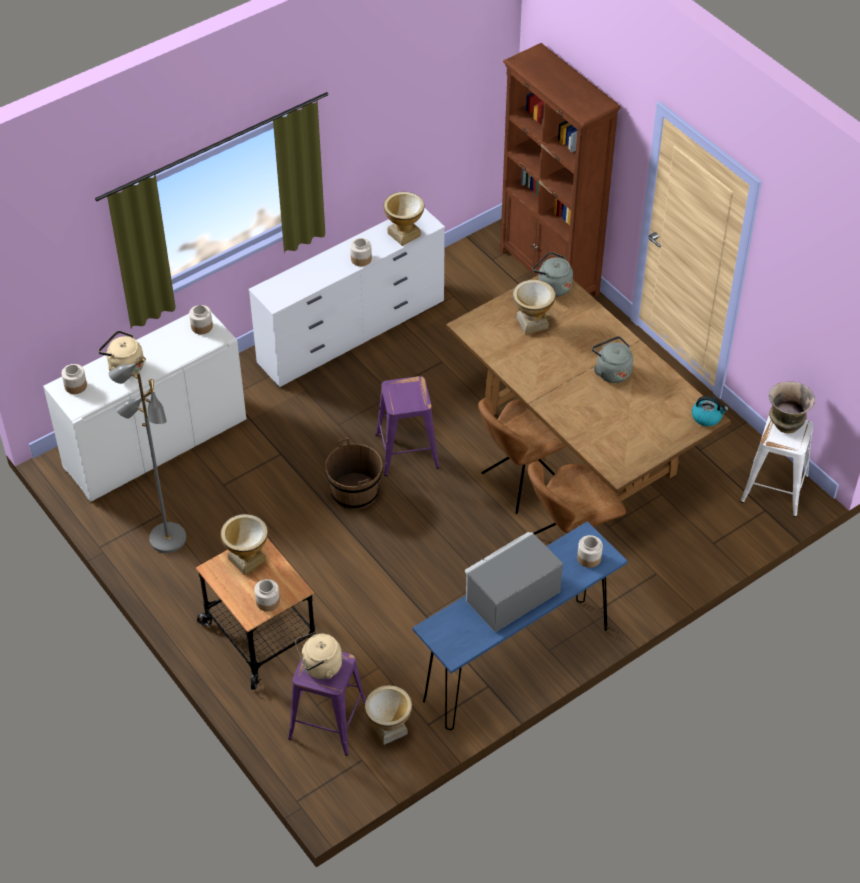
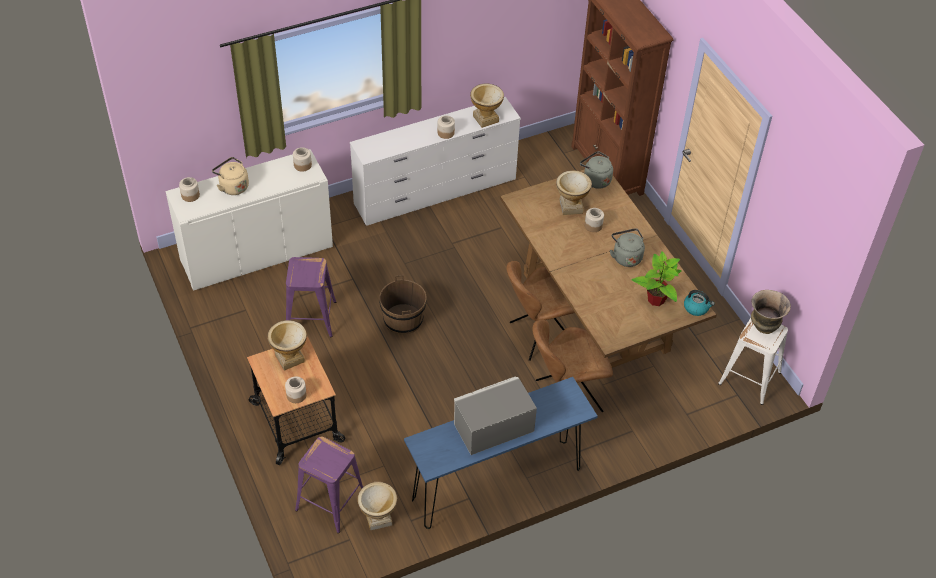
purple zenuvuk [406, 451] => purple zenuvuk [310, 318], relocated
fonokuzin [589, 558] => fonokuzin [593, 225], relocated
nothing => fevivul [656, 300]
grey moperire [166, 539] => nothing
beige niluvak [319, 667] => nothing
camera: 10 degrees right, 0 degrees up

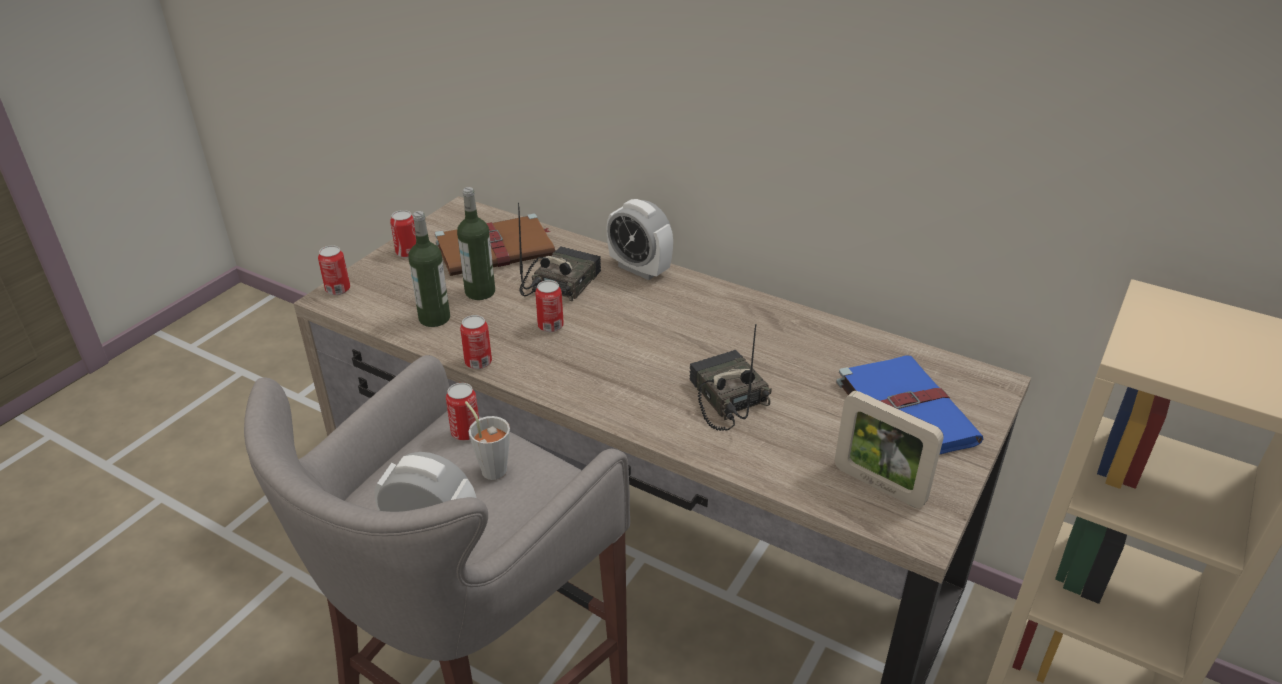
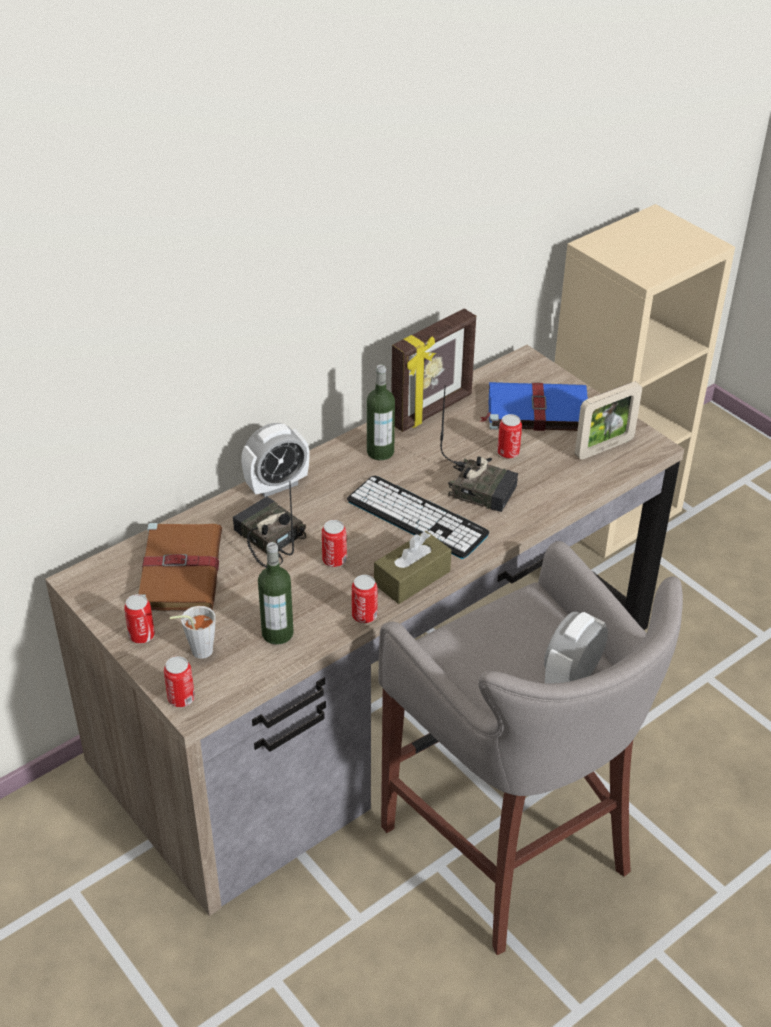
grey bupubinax [491, 467] => grey bupubinax [197, 651], relocated
nothing => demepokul [417, 517]
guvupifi [480, 292] => guvupifi [380, 452], relocated
nothing => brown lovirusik [412, 578]
nothing => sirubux [433, 411]
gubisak [725, 397] => gubisak [481, 488], 150 degrees counterclockwise
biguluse [466, 432] => biguluse [508, 452], relocated
camera: 70 degrees left, 5 degrees up

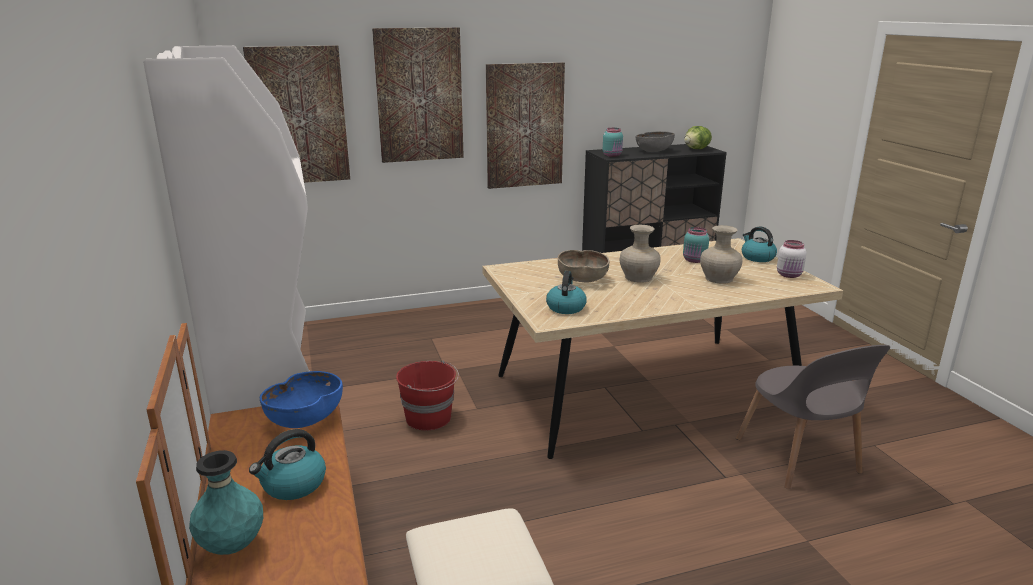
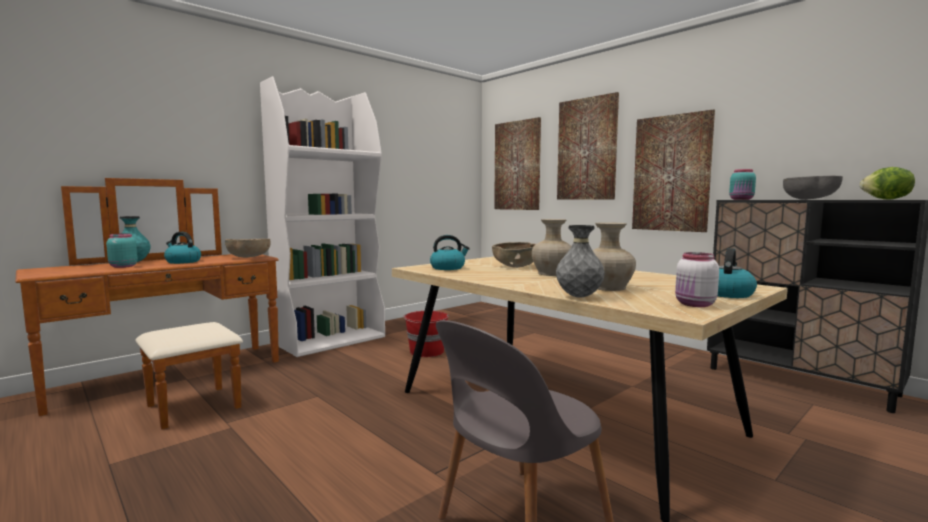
turquoise fonokuzin [694, 260] => turquoise fonokuzin [122, 266], relocated
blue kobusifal [305, 419] => brown kobusifal [248, 257]
nothing => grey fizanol [579, 297]
camera: 65 degrees right, 15 degrees down

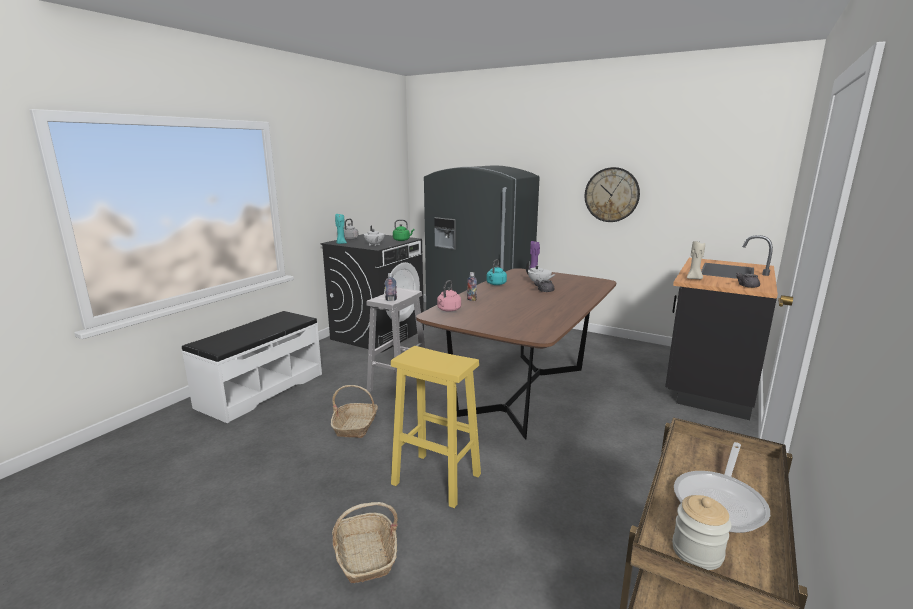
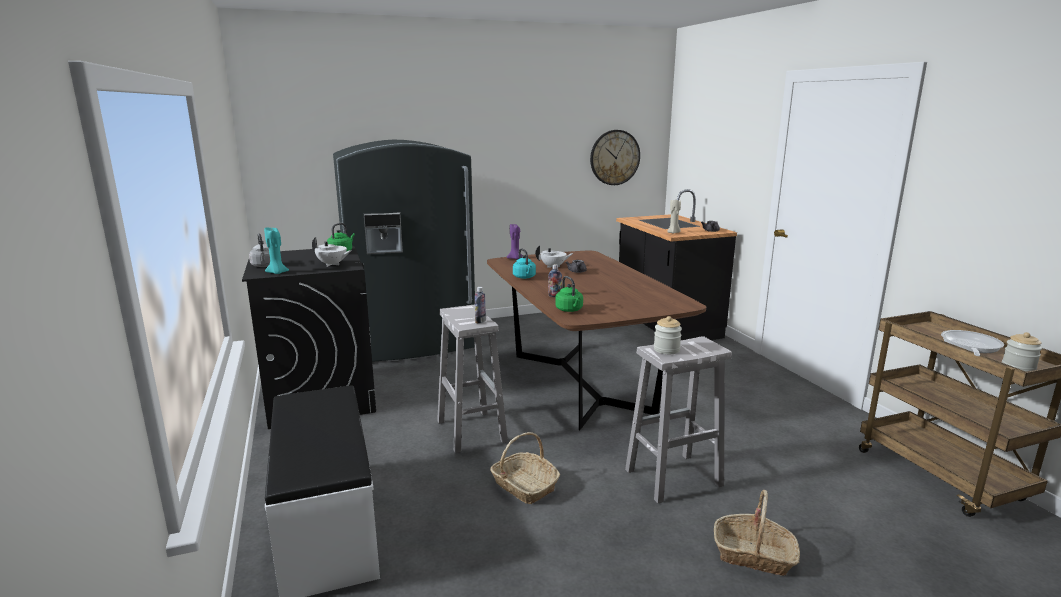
pink niluvak [448, 310] => green niluvak [569, 310]
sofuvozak [611, 194] => sofuvozak [614, 157], relocated
yellow zenuvuk [435, 479] => white zenuvuk [672, 478]
nothing => fonokuzin [666, 349]
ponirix [721, 501] => ponirix [970, 347], 135 degrees counterclockwise
camera: 50 degrees left, 0 degrees up

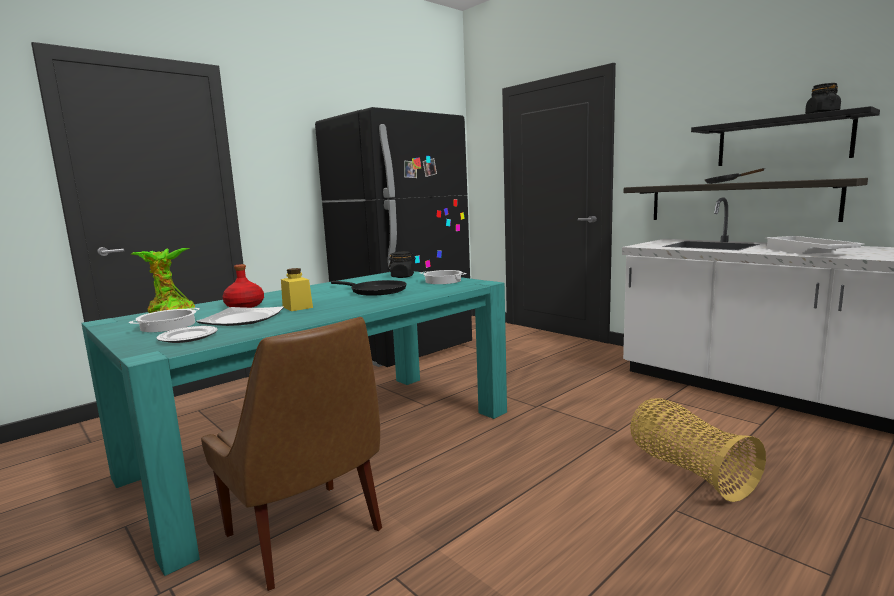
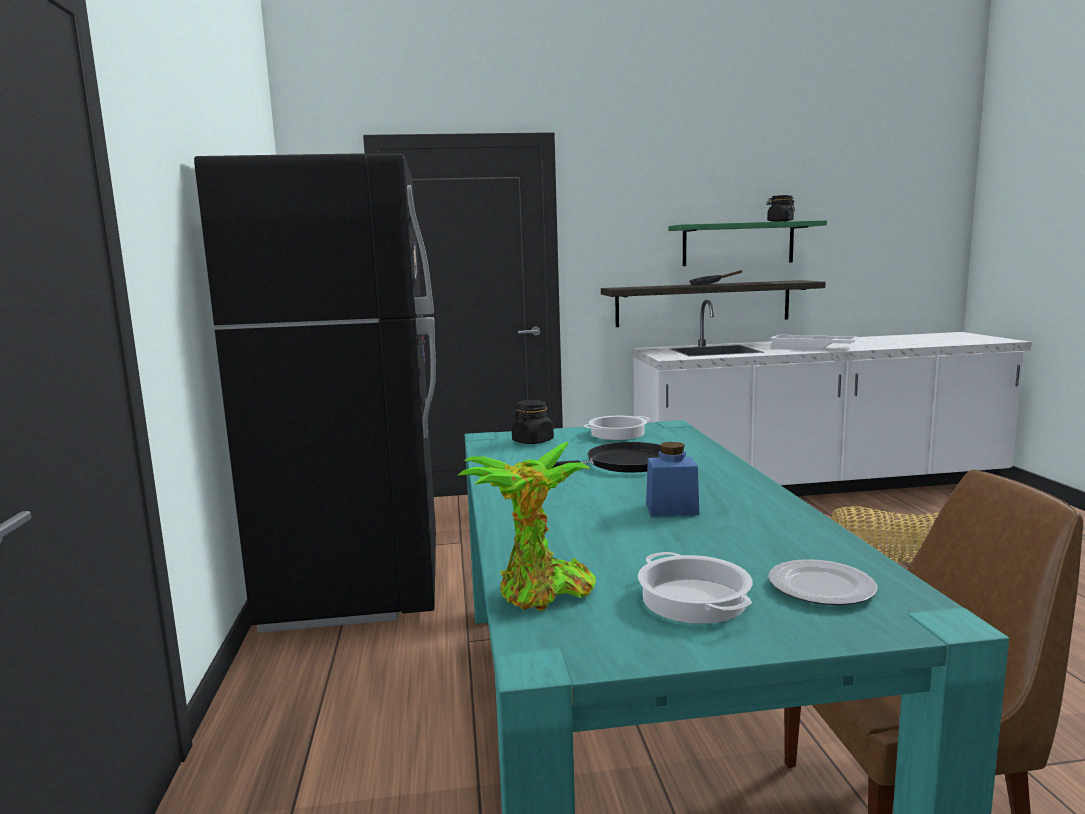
yellow fonokuzin [297, 307] => blue fonokuzin [672, 509]
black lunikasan [782, 141] => green lunikasan [738, 244]
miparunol [242, 319] => nothing
red guvupifi [245, 306] => nothing
camera: 55 degrees left, 0 degrees up

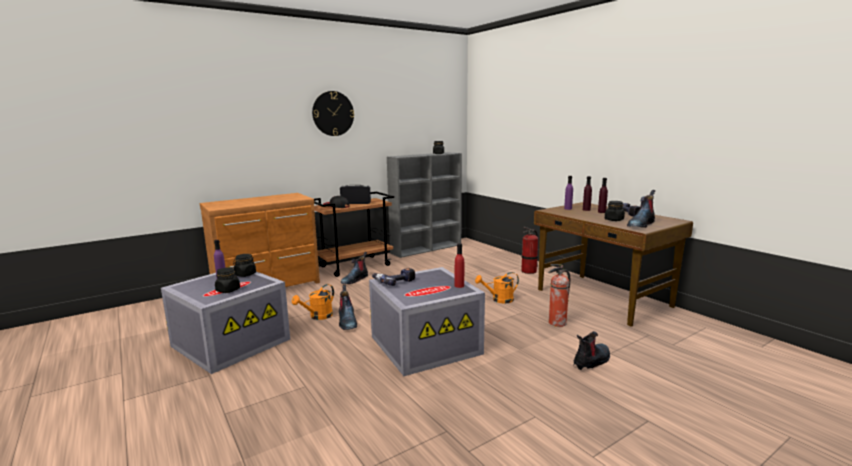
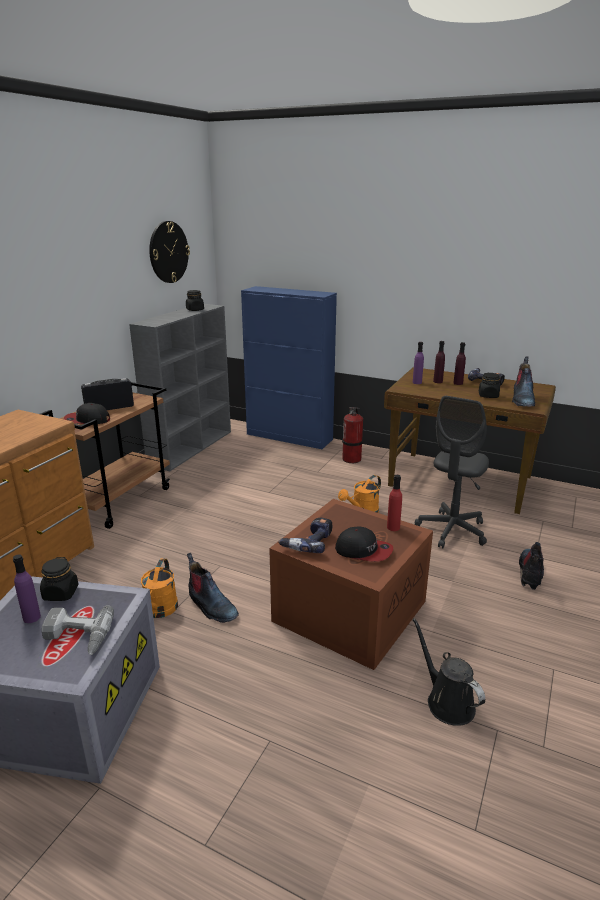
black fonokuzin [228, 290] => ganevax [76, 638]
sofuvozak [333, 113] => sofuvozak [168, 252], relocated
nothing => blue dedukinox [289, 437]
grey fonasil [426, 344] => brown fonasil [349, 609]
nothing => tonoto [364, 551]
nothing => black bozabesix [447, 702]
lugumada [556, 323] => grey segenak [451, 530]
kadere [354, 280] => nothing
camera: 30 degrees left, 10 degrees up

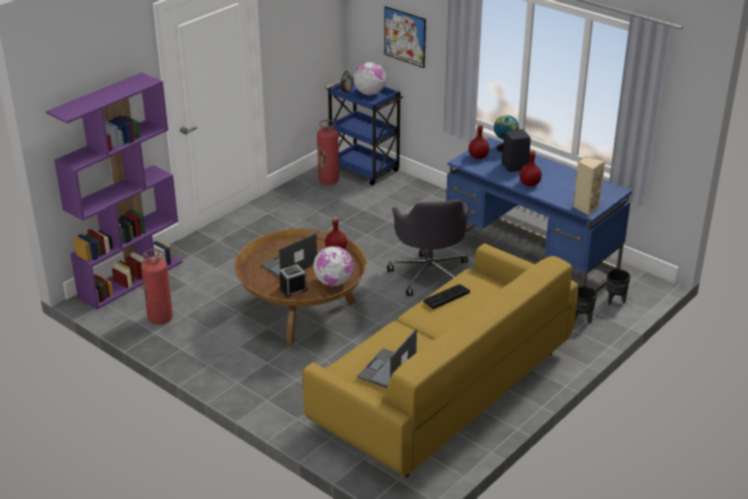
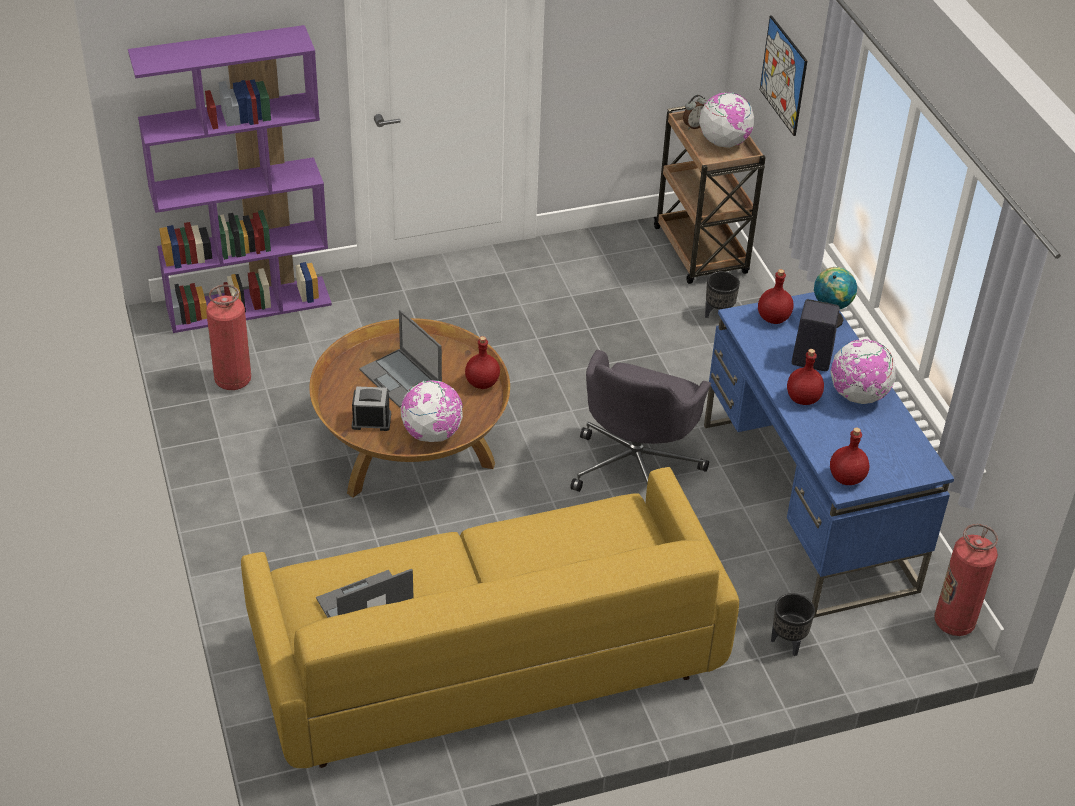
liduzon [289, 264] => liduzon [401, 378], 120 degrees counterclockwise
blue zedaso [364, 169] => brown zedaso [701, 252]
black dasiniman [615, 301] => black dasiniman [719, 316], relocated
nothing => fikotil [858, 395]
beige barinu [585, 207] => red guvupifi [846, 477]
lugumada [328, 181] => lugumada [954, 622], relocated
demepokul [446, 296] => nothing
camera: 30 degrees right, 10 degrees up

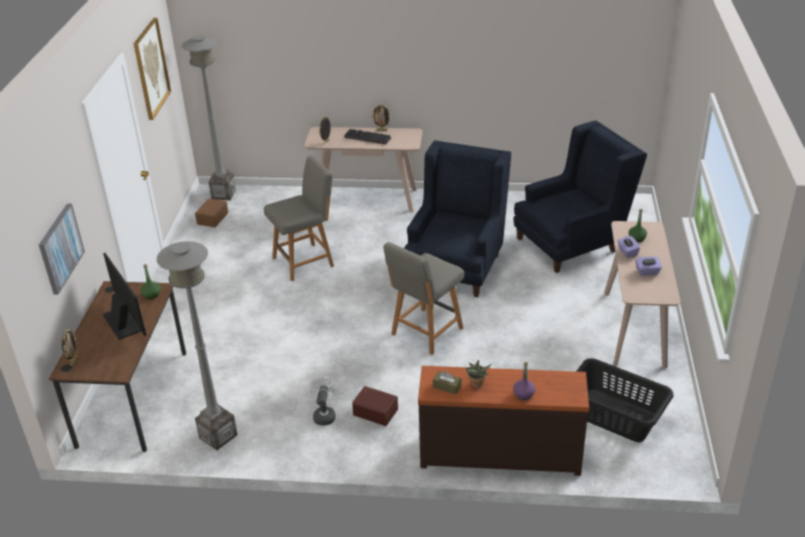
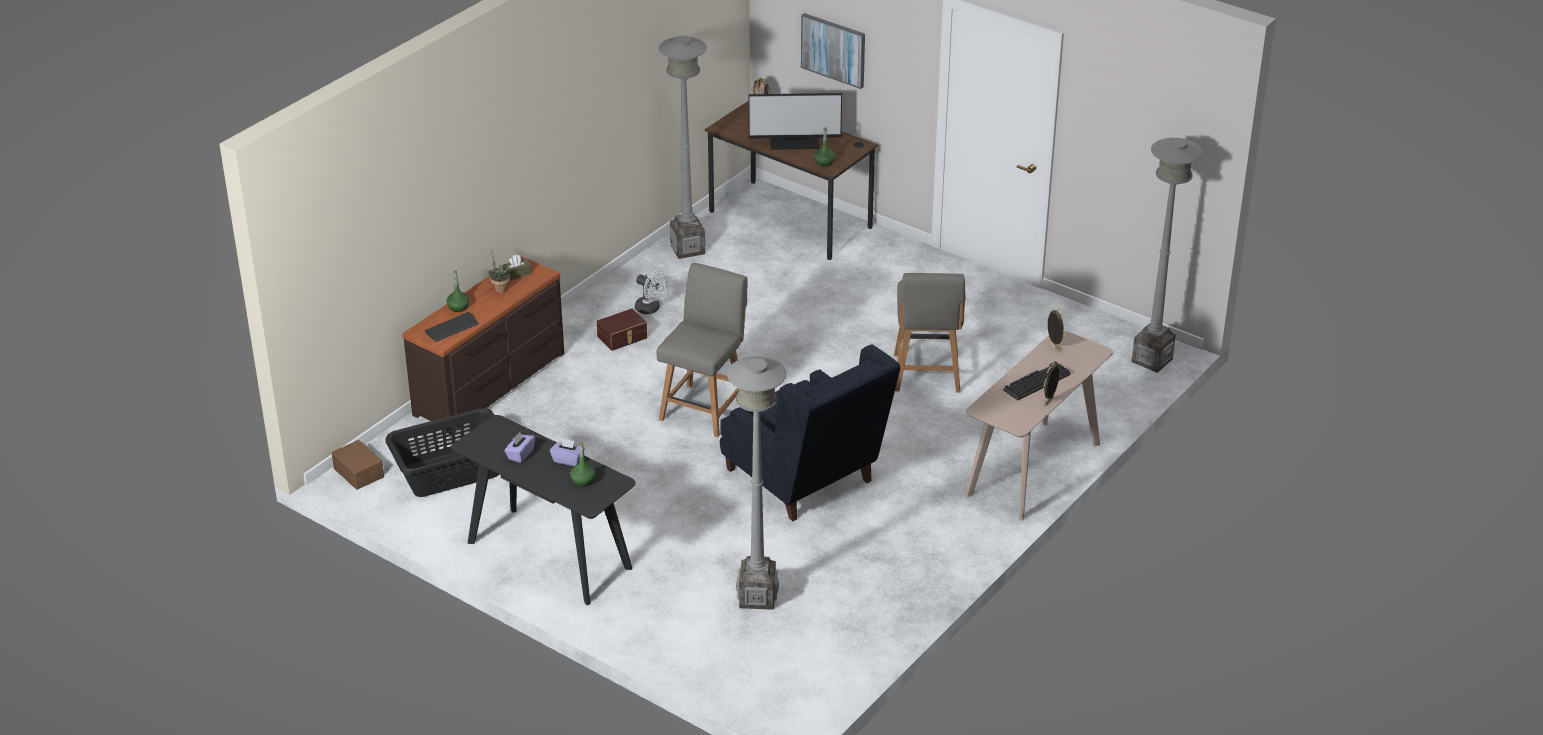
brown fonasil [212, 218] => brown fonasil [360, 472], relocated
nothing => demepokul [452, 328]
purple guvupifi [524, 394] => green guvupifi [458, 307]
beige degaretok [634, 328] => black degaretok [548, 555]
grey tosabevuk [425, 332] => grey tosabevuk [704, 409], 45 degrees clockwise
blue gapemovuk [573, 242] => grey moperire [757, 597]
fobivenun [151, 68] => nothing
camera: 120 degrees right, 0 degrees up

